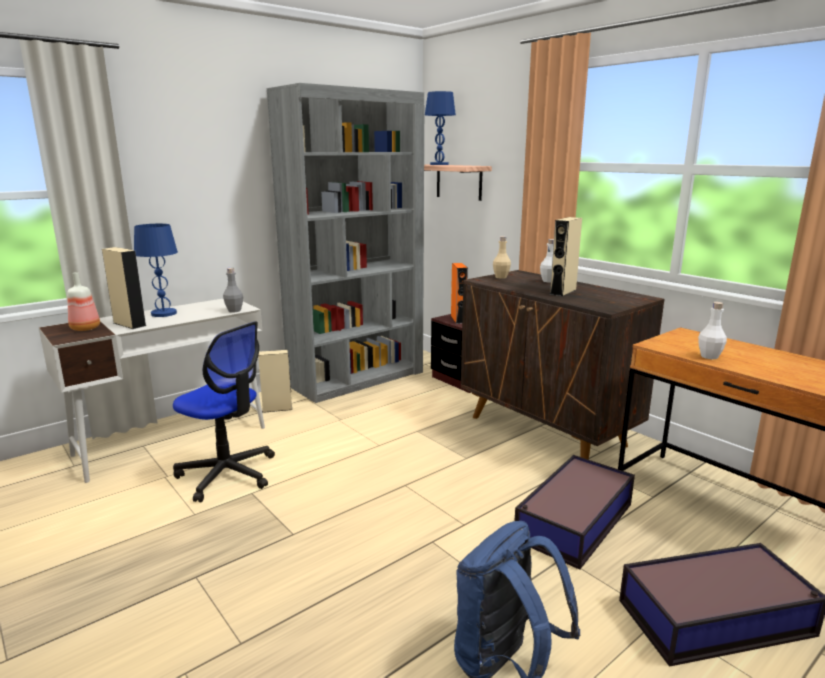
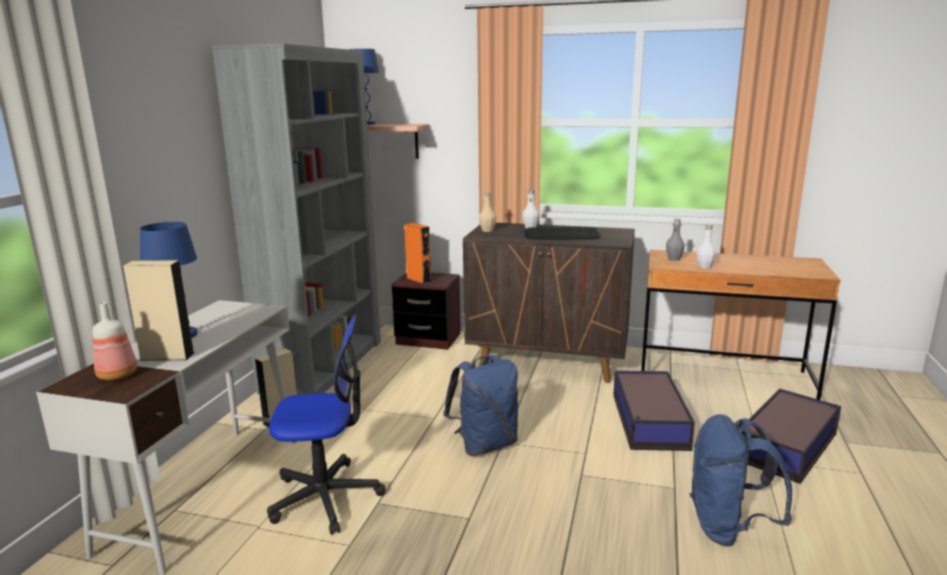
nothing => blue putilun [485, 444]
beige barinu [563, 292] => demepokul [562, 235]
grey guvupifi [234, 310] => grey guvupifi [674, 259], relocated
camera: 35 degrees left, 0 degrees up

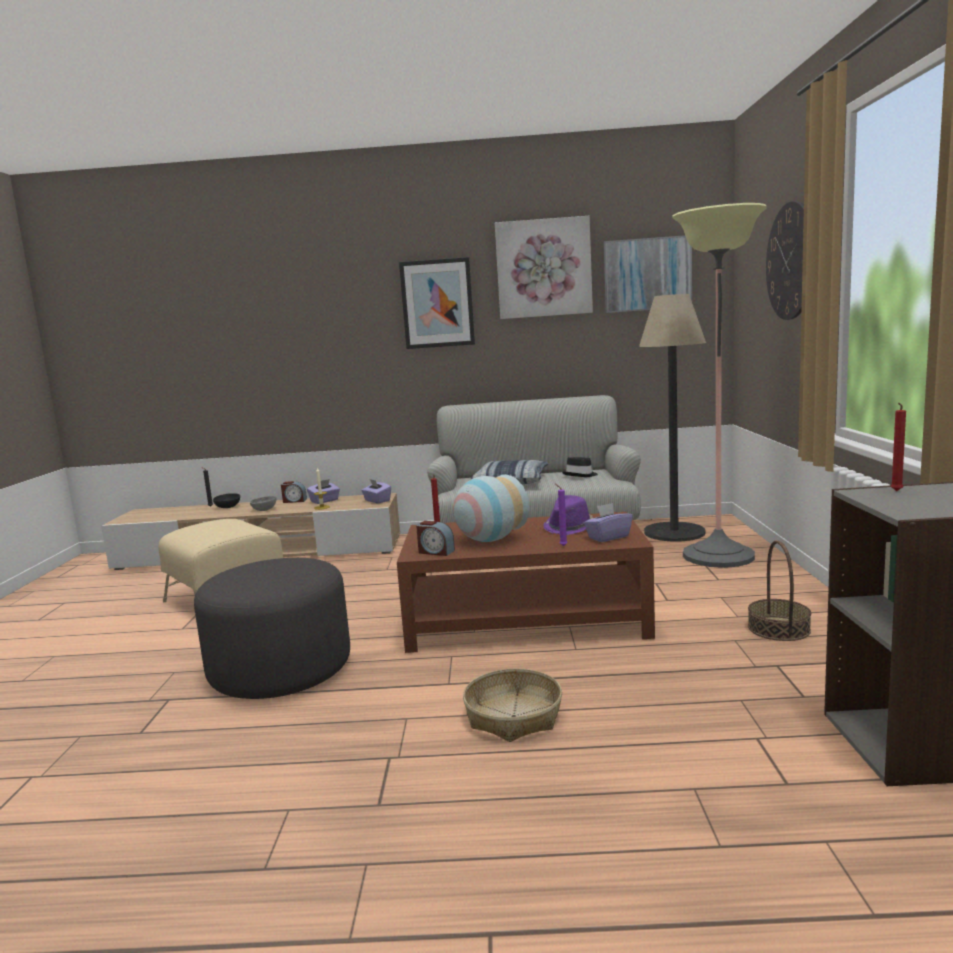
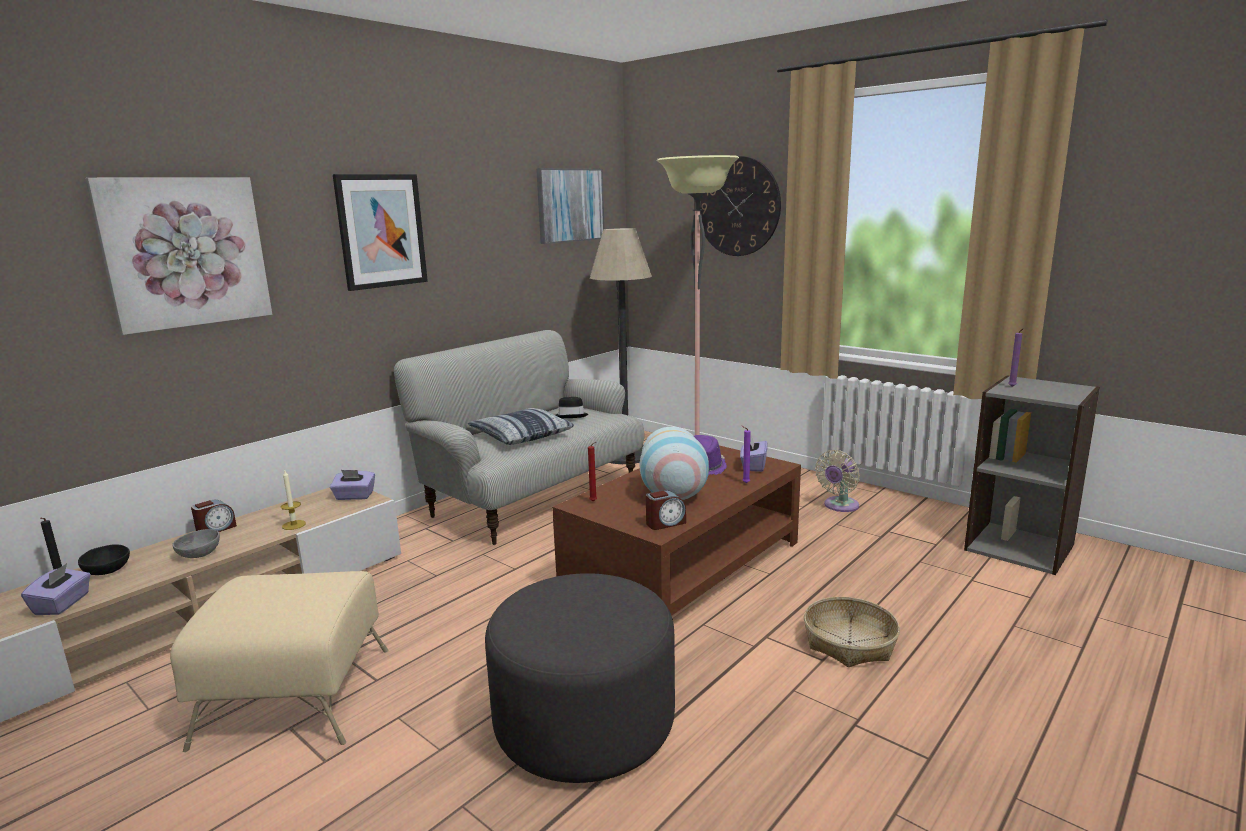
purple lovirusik [325, 501] => purple lovirusik [63, 604], relocated
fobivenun [543, 268] => fobivenun [185, 252], relocated
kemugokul [779, 628] => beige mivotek [839, 506]
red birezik [895, 491] => purple birezik [1012, 387]
camera: 50 degrees left, 5 degrees up

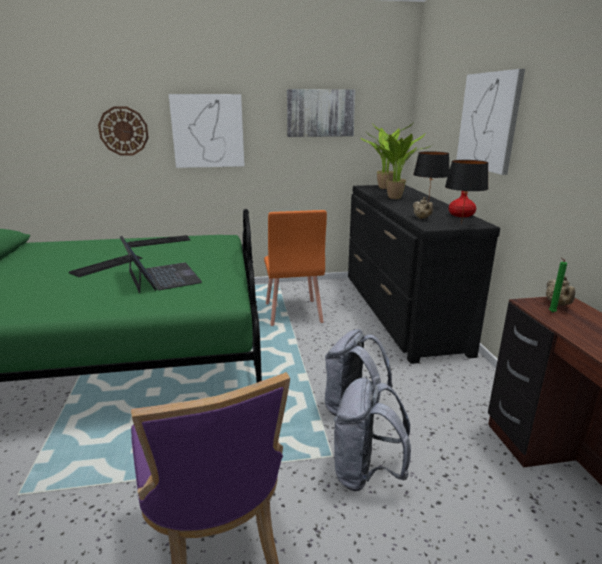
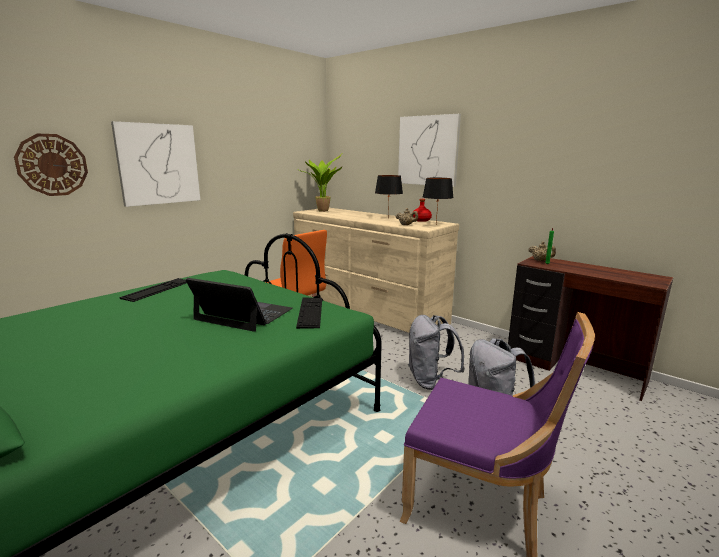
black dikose [400, 311] => beige dikose [367, 310]
demepokul [107, 265] => demepokul [310, 312], relocated
fobivenun [320, 113] => nothing
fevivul [393, 198] => nothing
camera: 40 degrees left, 5 degrees down

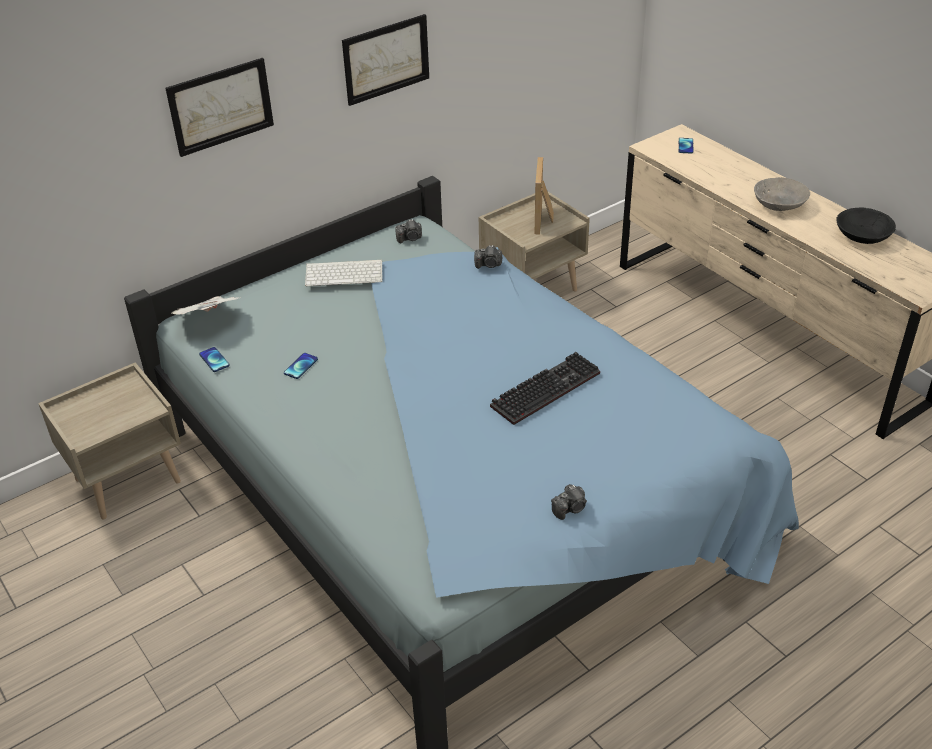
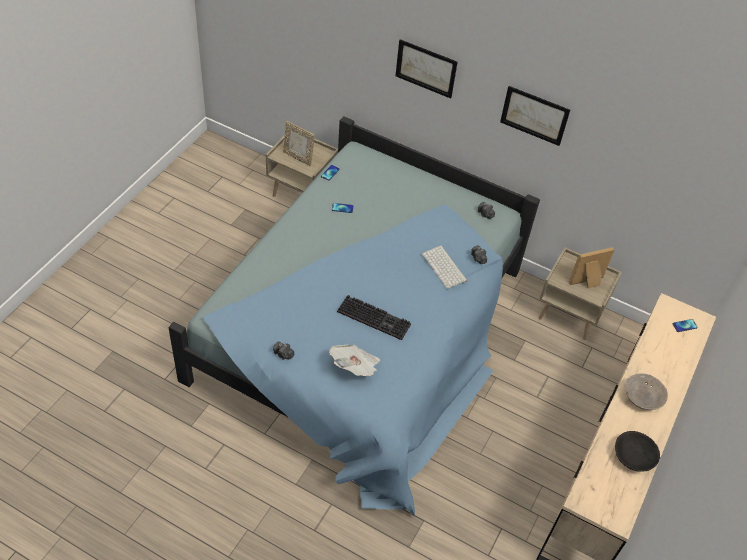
nothing => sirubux [298, 158]
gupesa [209, 319] => gupesa [355, 367], relocated
demepokul [345, 273] => demepokul [445, 267], relocated
camera: 60 degrees right, 10 degrees up

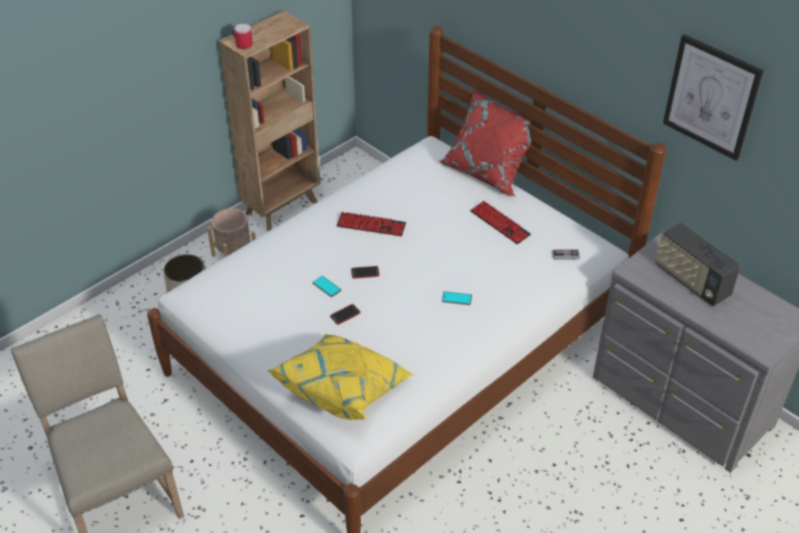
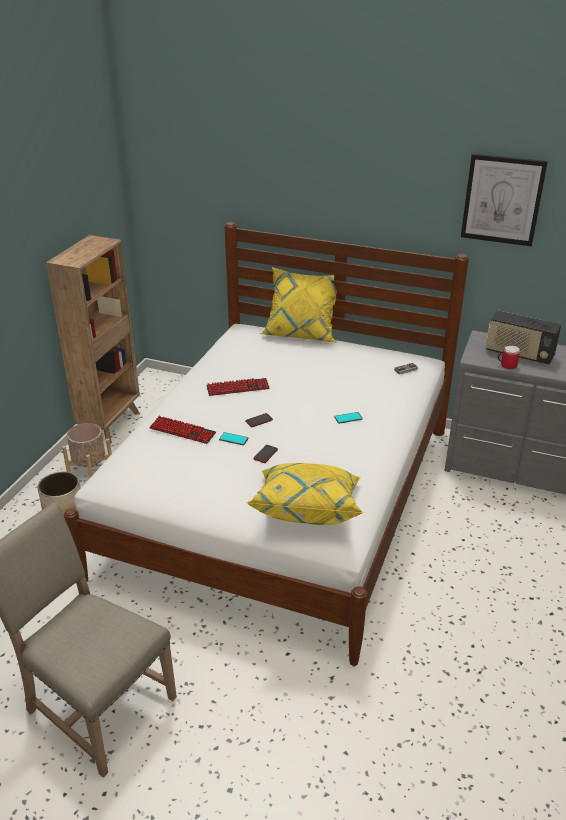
demepokul [500, 223] => demepokul [182, 431], relocated
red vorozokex [489, 171] => yellow vorozokex [302, 332]
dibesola [242, 44] => dibesola [506, 365], relocated
camera: 25 degrees left, 10 degrees down

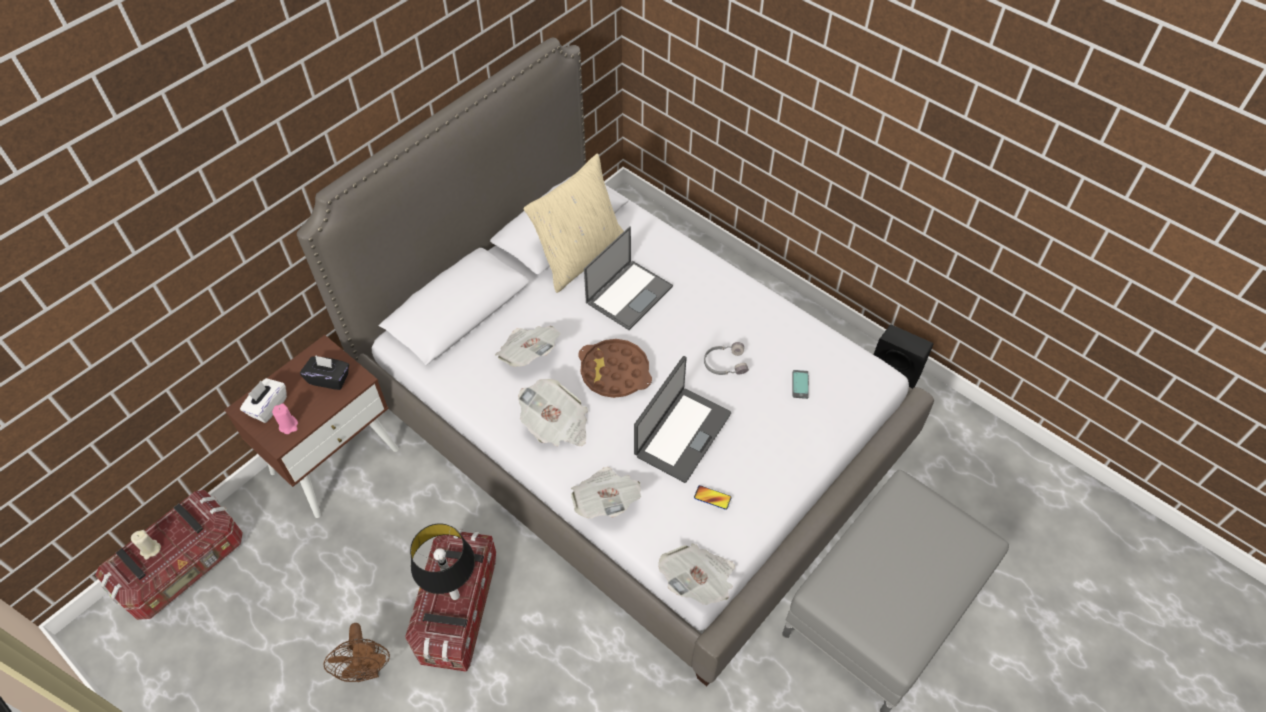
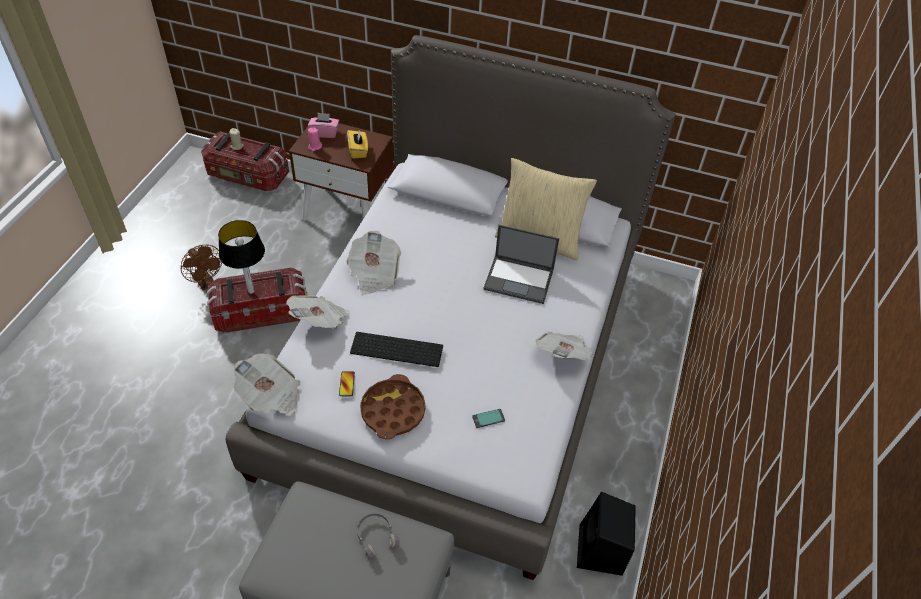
brown mivotek [367, 669] => brown mivotek [206, 282], 90 degrees counterclockwise
white lovirusik [268, 407] => pink lovirusik [324, 133]
black lovirusik [329, 379] => yellow lovirusik [358, 151]
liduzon [681, 434] => demepokul [398, 348]
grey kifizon [724, 363] => grey kifizon [376, 536], relocated
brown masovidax [615, 372] => brown masovidax [393, 411], relocated
gupesa [528, 354] => gupesa [563, 354], relocated
camera: 65 degrees right, 5 degrees down

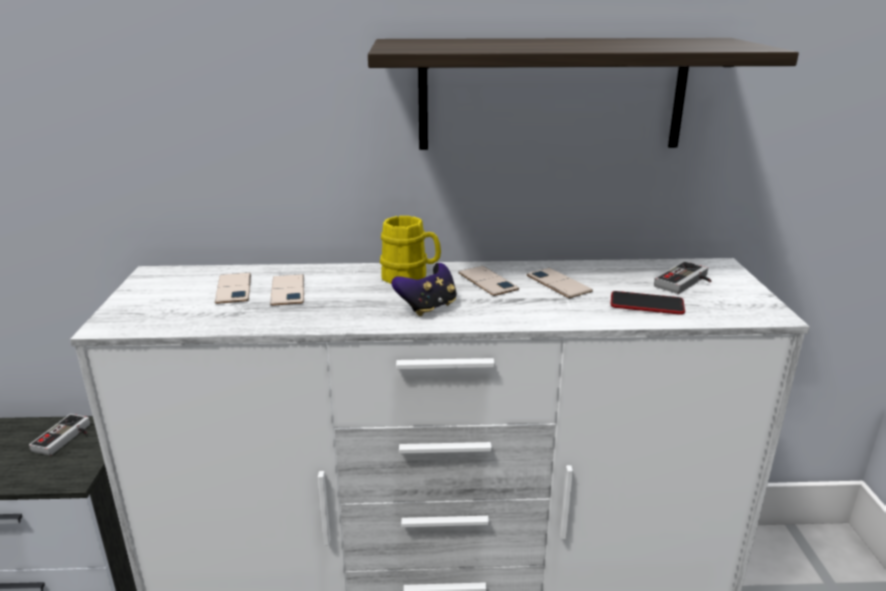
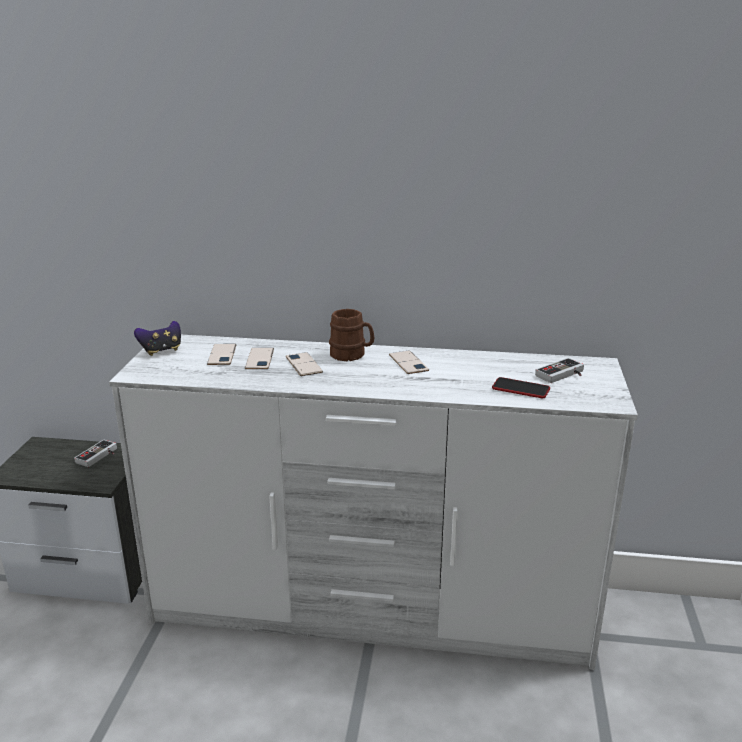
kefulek [428, 307] => kefulek [161, 351], relocated
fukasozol [558, 283] => fukasozol [304, 364], relocated
yellow dibesola [410, 277] => brown dibesola [352, 355]
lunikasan [551, 94] => nothing
camera: 10 degrees right, 0 degrees up

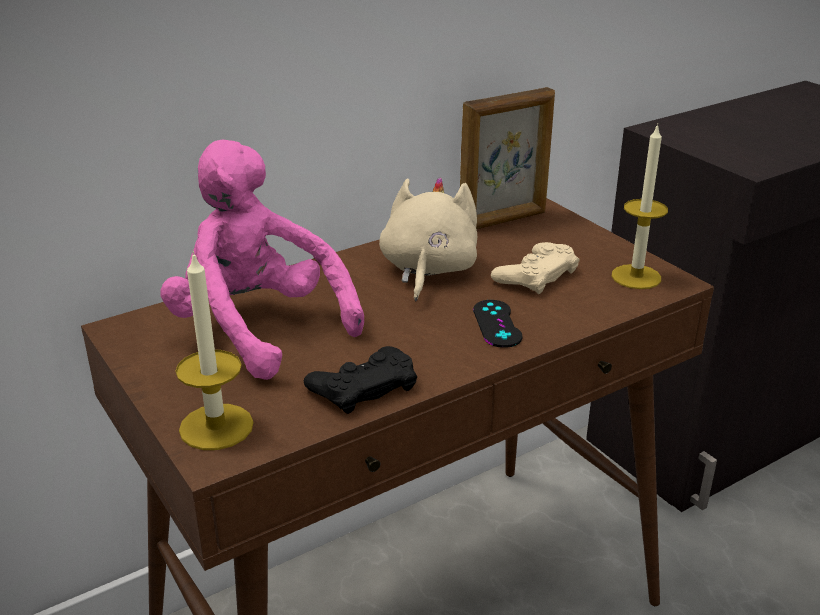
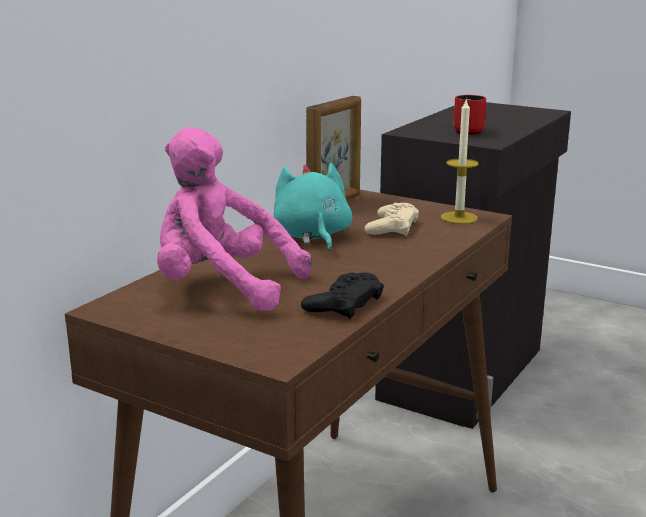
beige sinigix [427, 270] => turquoise sinigix [312, 236]
nothing => red dibesola [471, 132]
birezik [216, 427] => nothing
black kefulek [497, 324] => nothing
camera: 25 degrees left, 10 degrees down

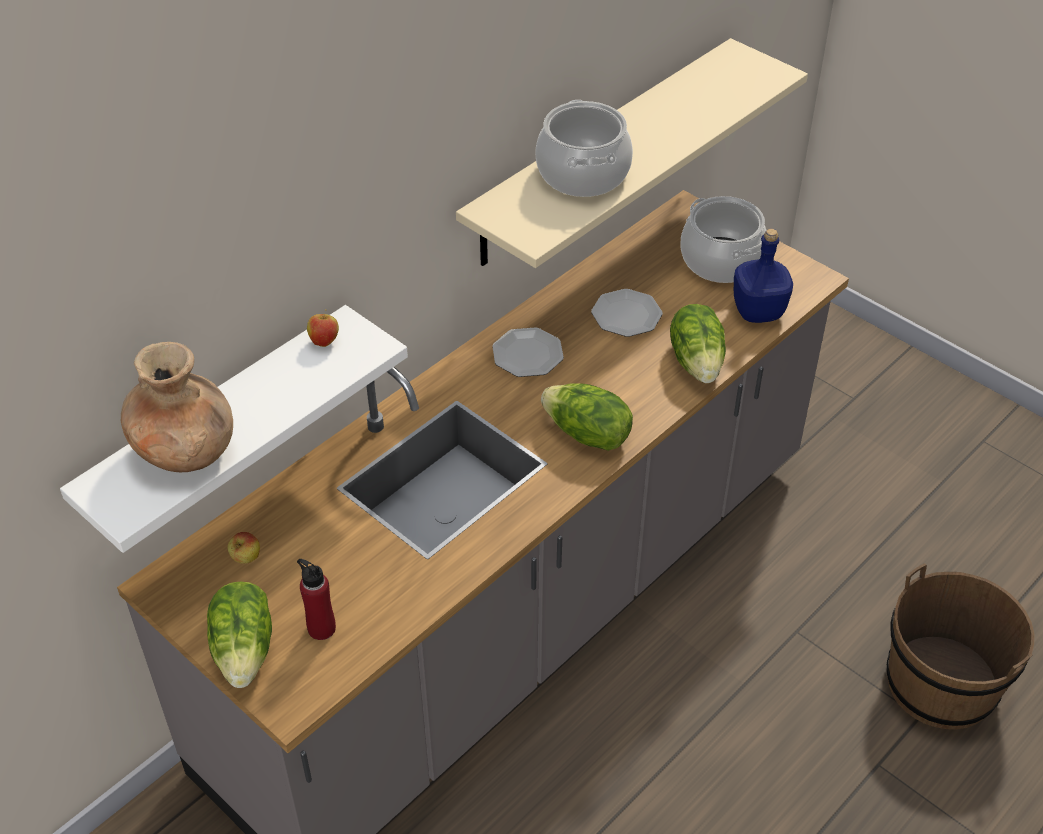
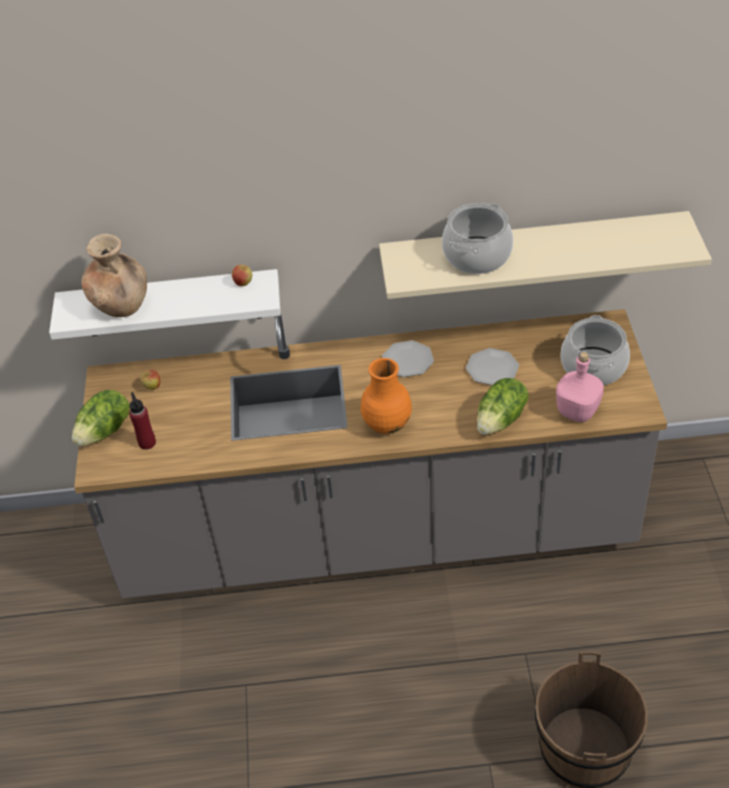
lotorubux [587, 435] => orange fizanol [386, 424]
blue guvupifi [758, 312] => pink guvupifi [577, 412]
camera: 45 degrees right, 0 degrees up

